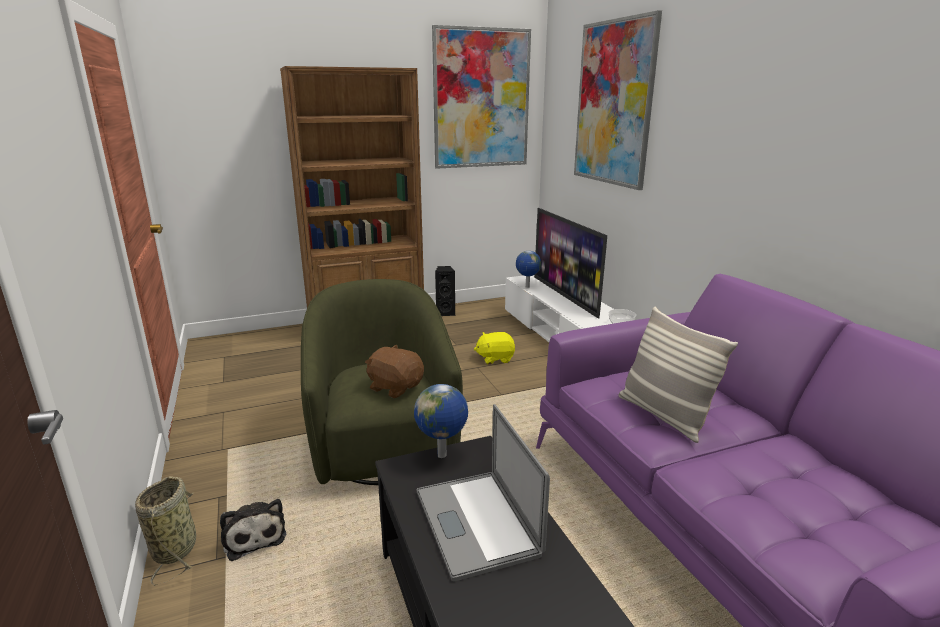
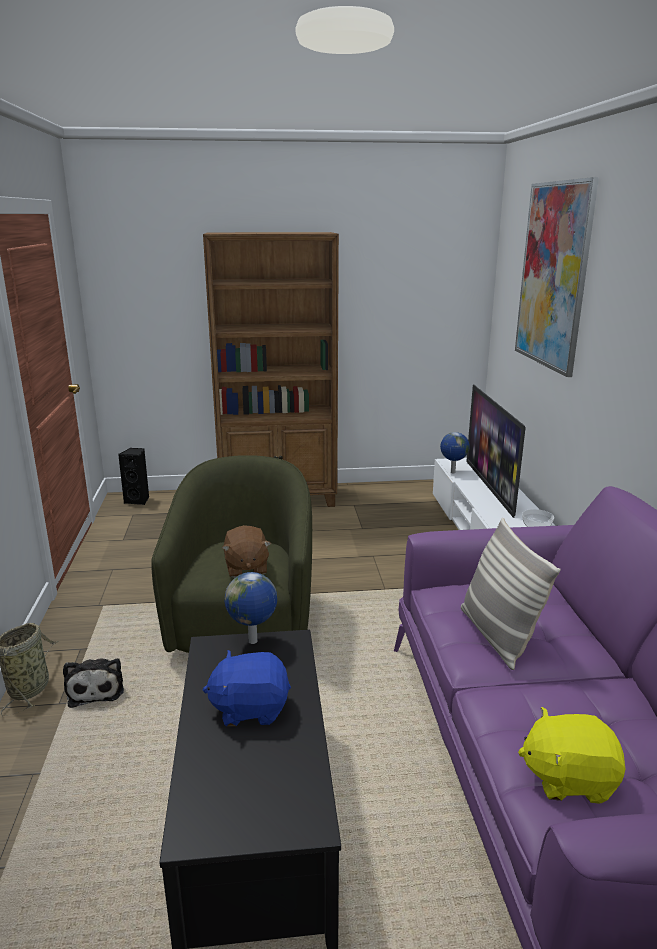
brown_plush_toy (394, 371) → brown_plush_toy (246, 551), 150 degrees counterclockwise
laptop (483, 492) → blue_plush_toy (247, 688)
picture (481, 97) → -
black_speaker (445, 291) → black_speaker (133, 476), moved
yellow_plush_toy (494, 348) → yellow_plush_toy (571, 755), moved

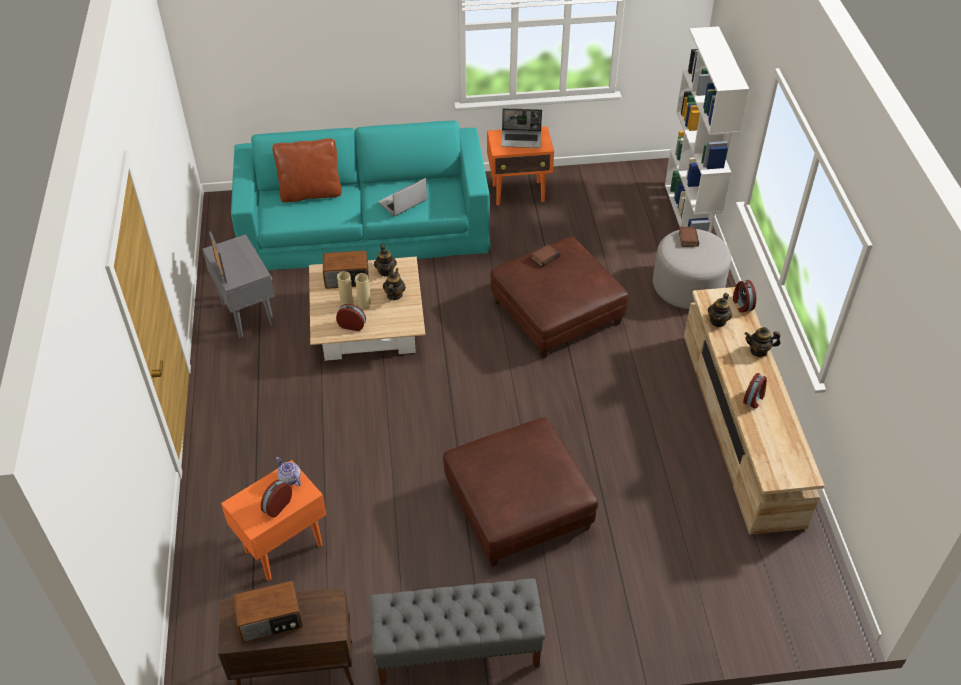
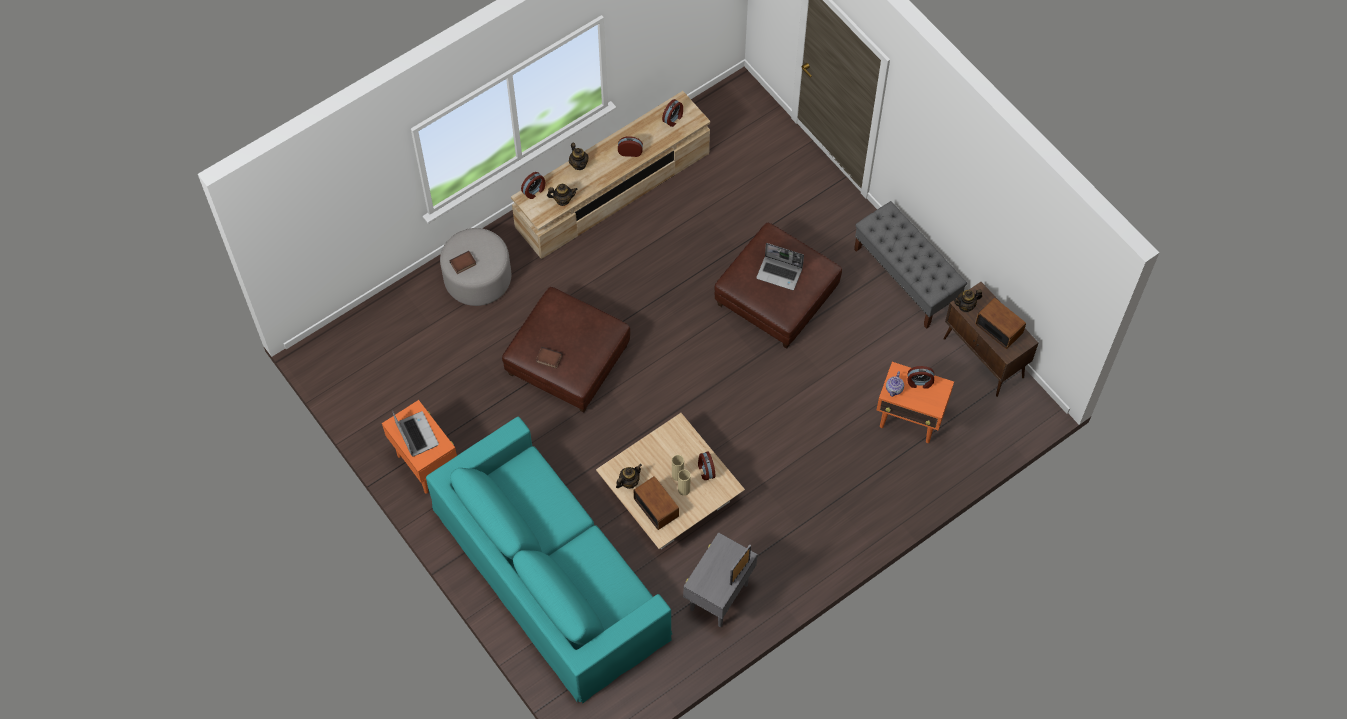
brown_pillow (307, 170) → -
laptop (402, 197) → laptop (780, 266), moved
teapot (394, 284) → teapot (968, 300), moved
white_bookcase (707, 129) → -
- → alarm_clock (672, 113)

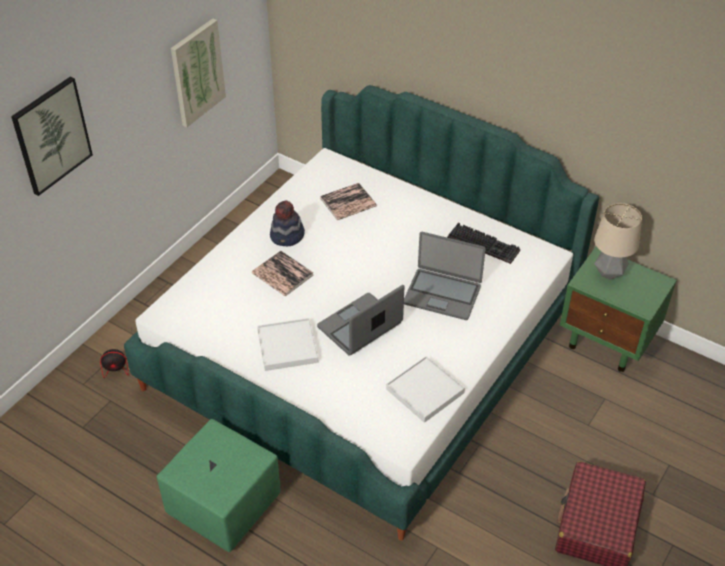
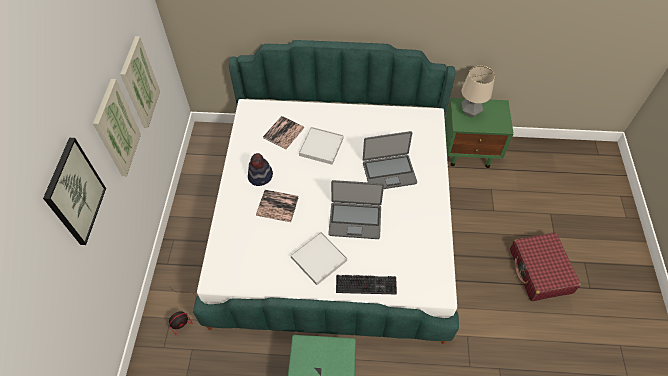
laptop (360, 320) → laptop (356, 209), 105 degrees counterclockwise
white_tray (425, 389) → white_tray (321, 146), moved
keyboard (483, 243) → keyboard (366, 285), moved
- → picture (117, 127)

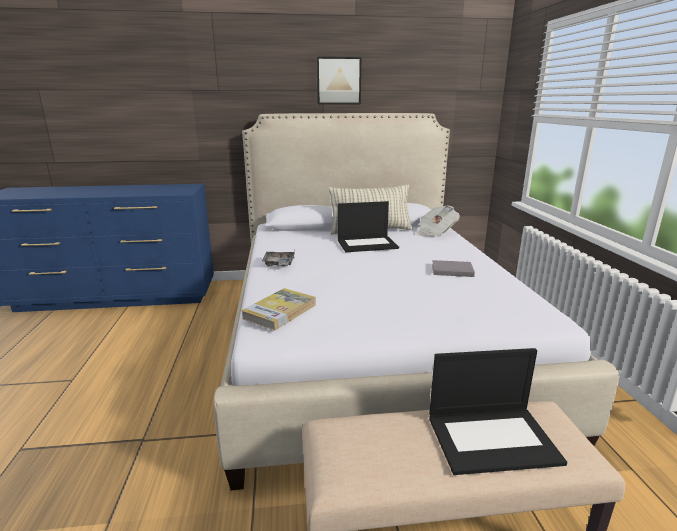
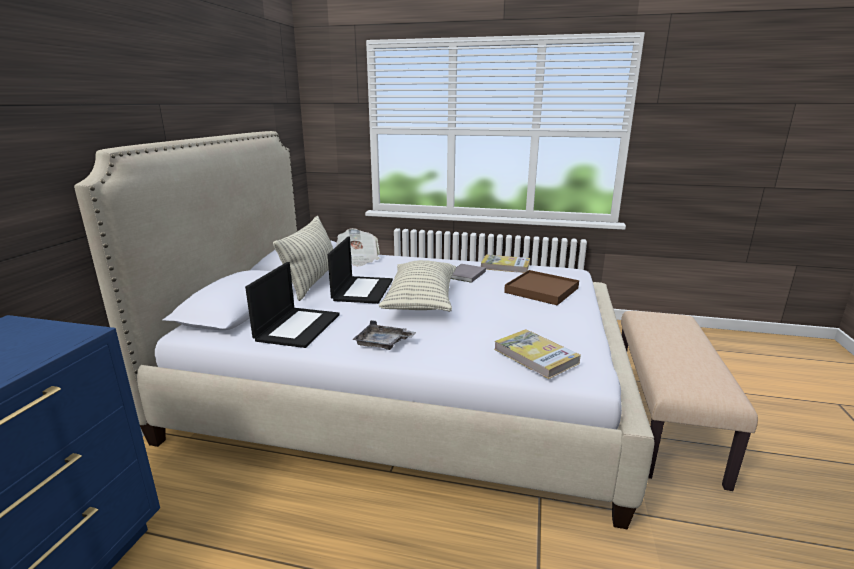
picture (339, 80) → -
laptop (498, 411) → laptop (292, 305), moved
- → pillow (417, 286)
- → book (505, 264)
- → brown_tray (541, 287)

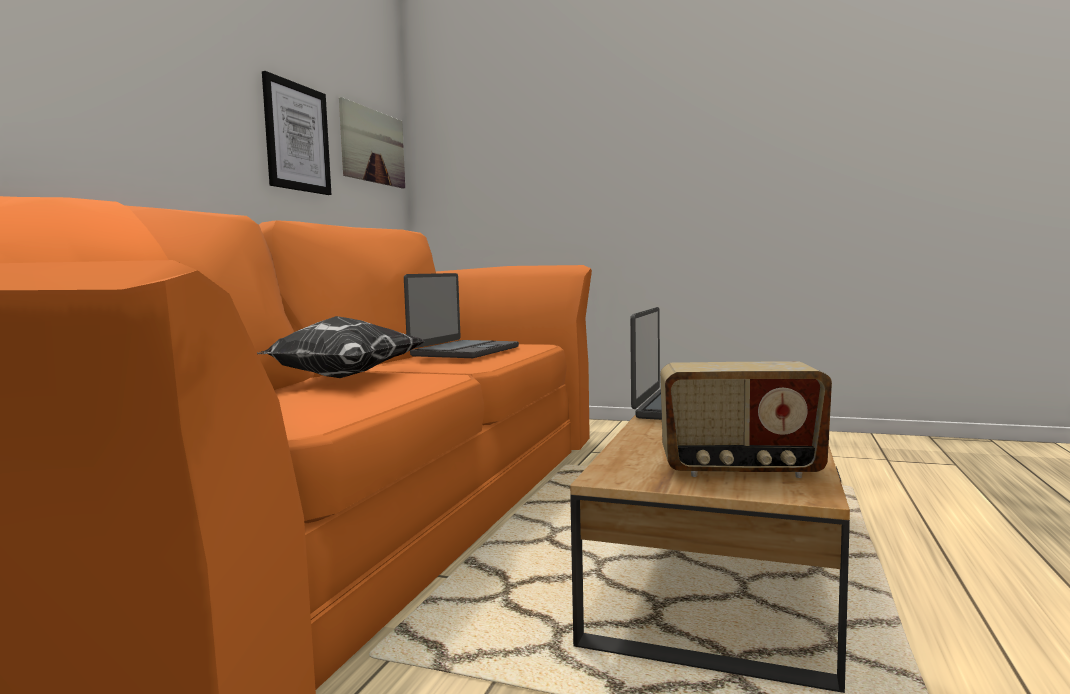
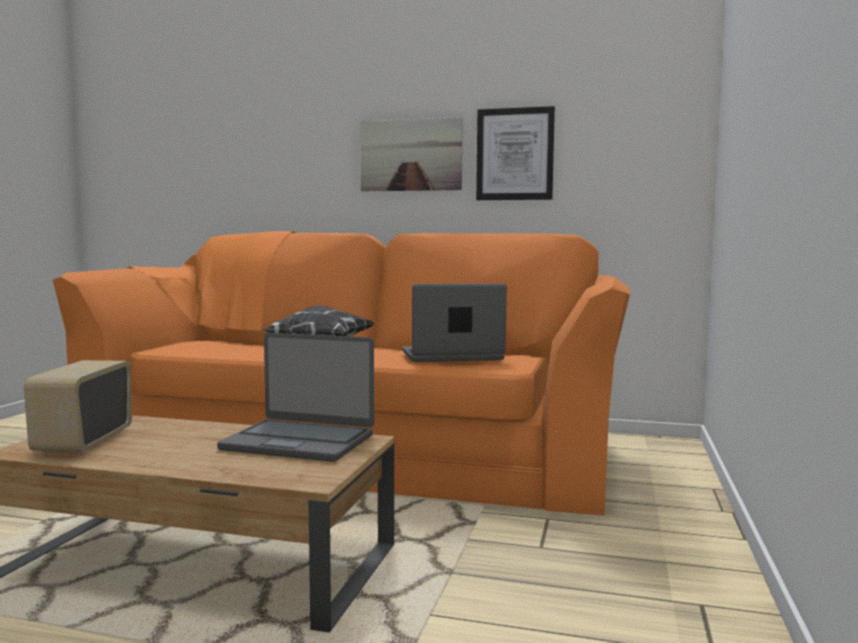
picture (372, 143) → picture (411, 154), moved
laptop (461, 315) → laptop (454, 322), 150 degrees clockwise

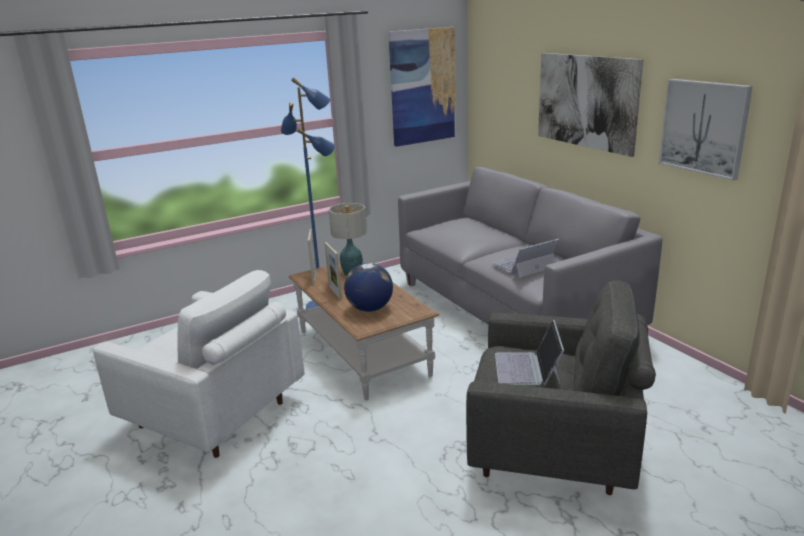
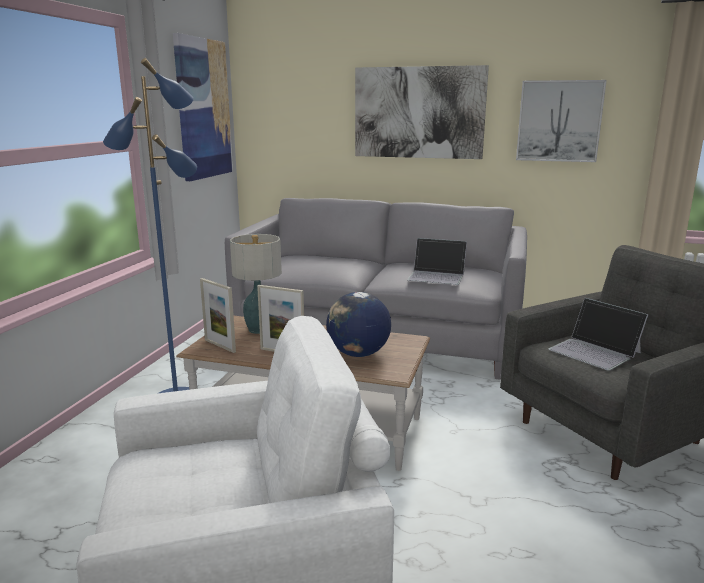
laptop (525, 258) → laptop (437, 261), 90 degrees counterclockwise

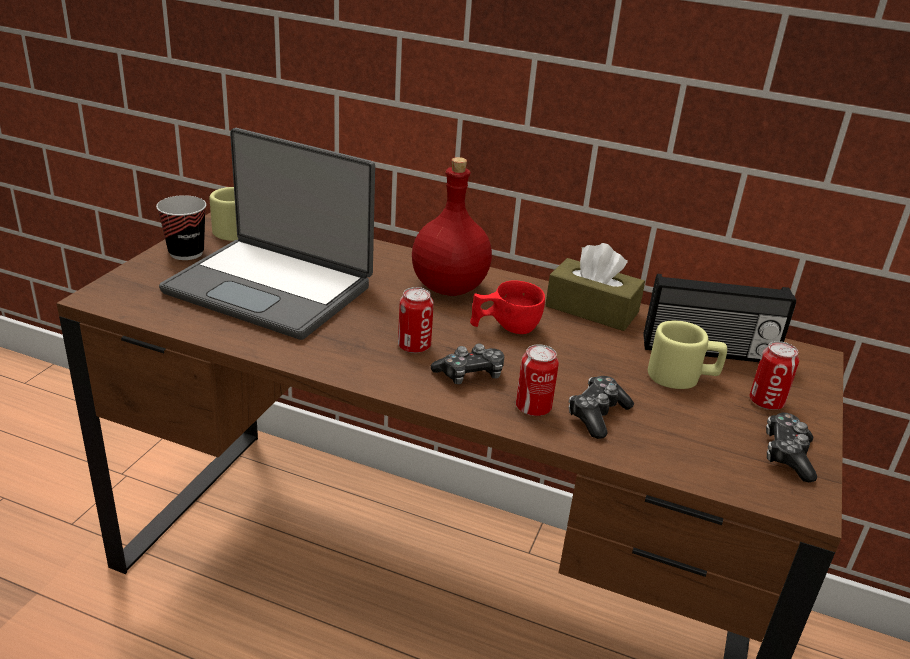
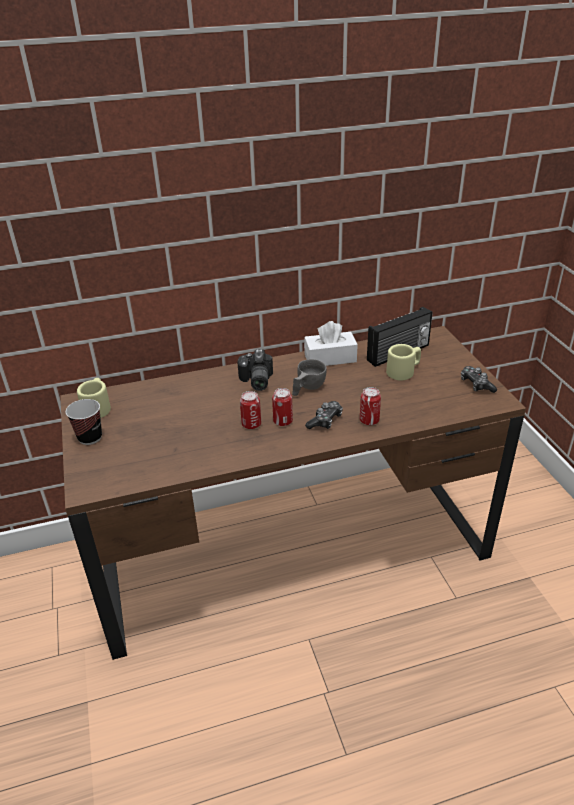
laptop (267, 234) → -
red_bottle (452, 226) → photo_camera (255, 370)
red_cup (507, 307) → grey_cup (309, 377)
brown_tissue_box (595, 287) → white_tissue_box (331, 343)
game_controller (601, 407) → -
can (774, 375) → can (250, 410), moved

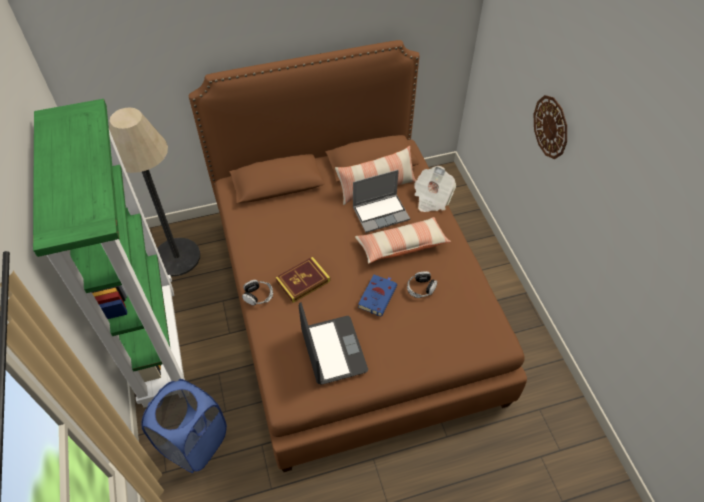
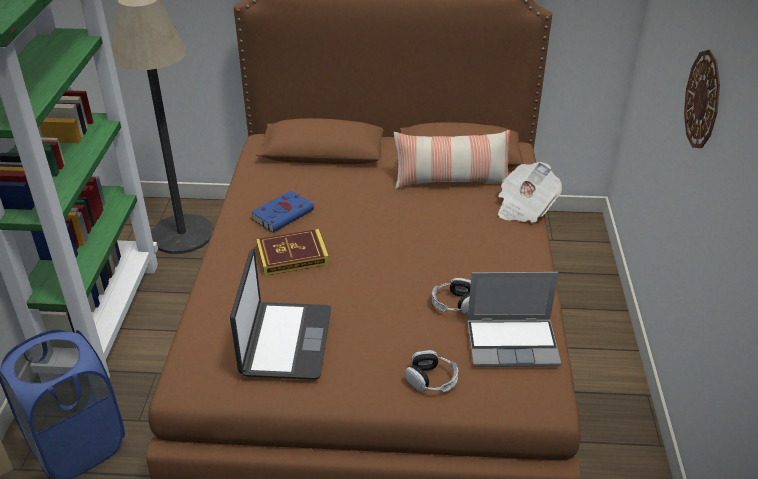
headphones (257, 292) → headphones (431, 371), moved
laptop (381, 201) → laptop (514, 319), moved
pillow (403, 240) → -
blue_book (377, 295) → blue_book (282, 212), moved

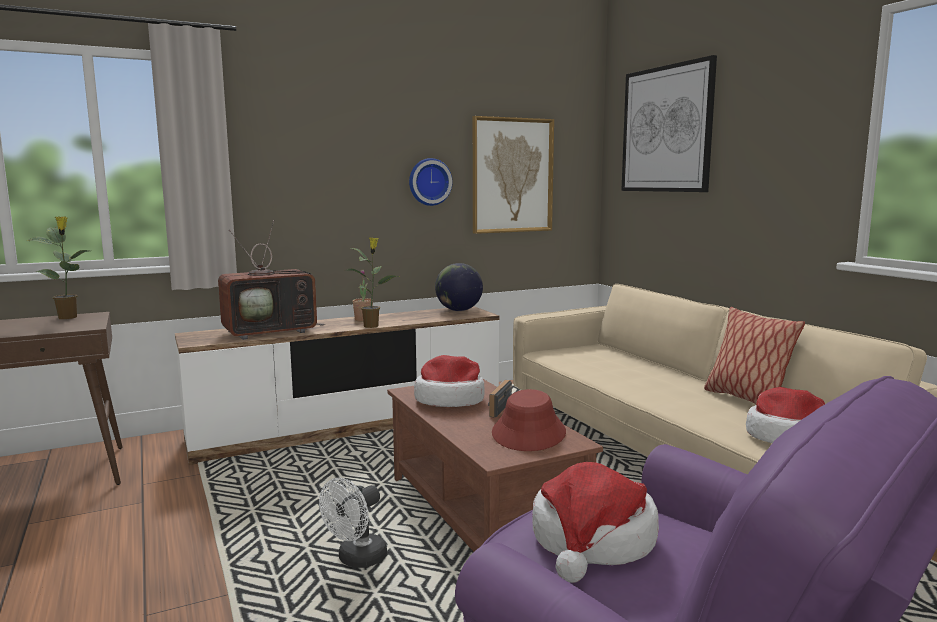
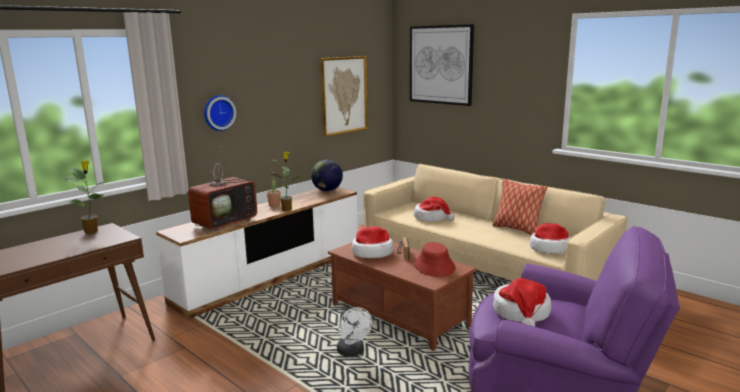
white_fan (353, 523) → white_fan (354, 332), 45 degrees counterclockwise
wall_clock (431, 182) → wall_clock (220, 113), moved
- → hat (434, 209)

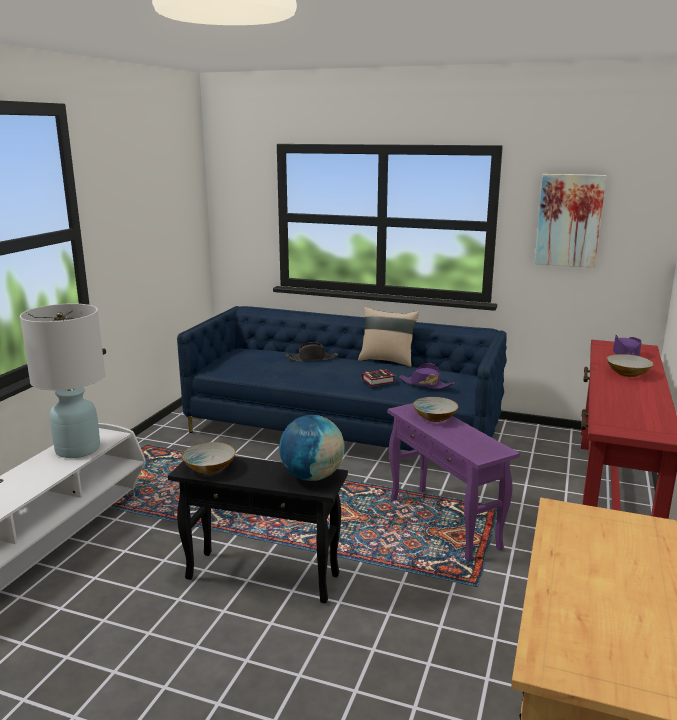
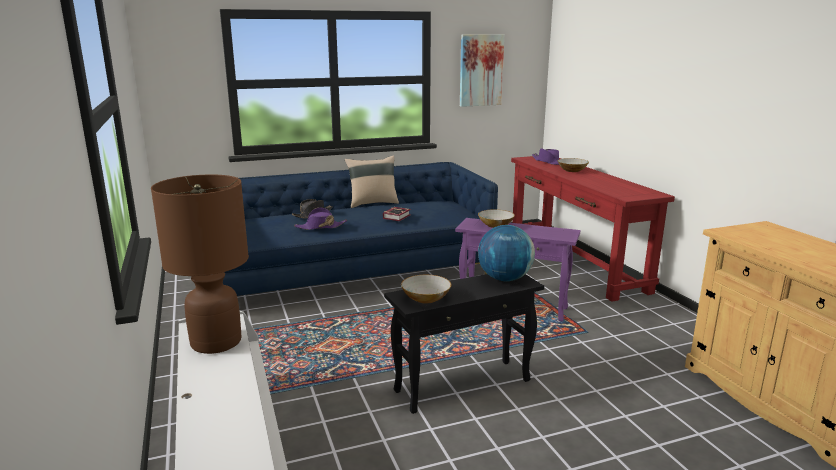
white_table_lamp (62, 381) → brown_table_lamp (200, 264)
purple_hat (427, 376) → purple_hat (320, 218), moved

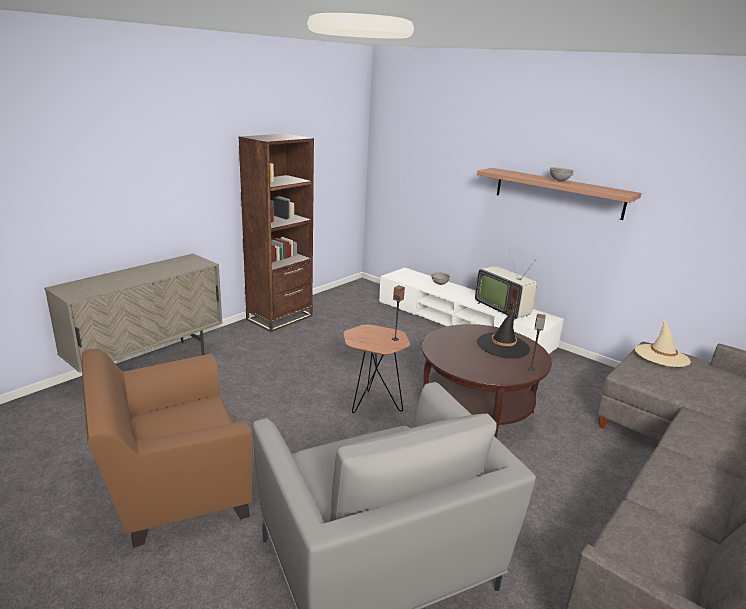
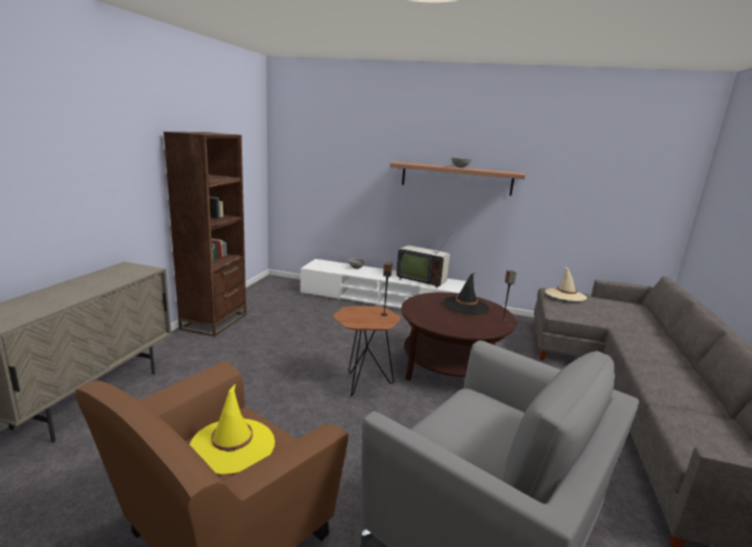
- → yellow_hat (232, 428)

